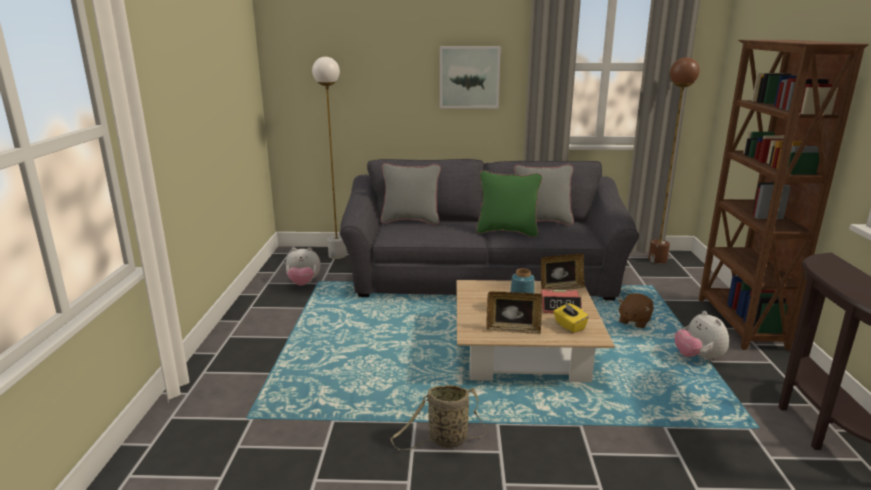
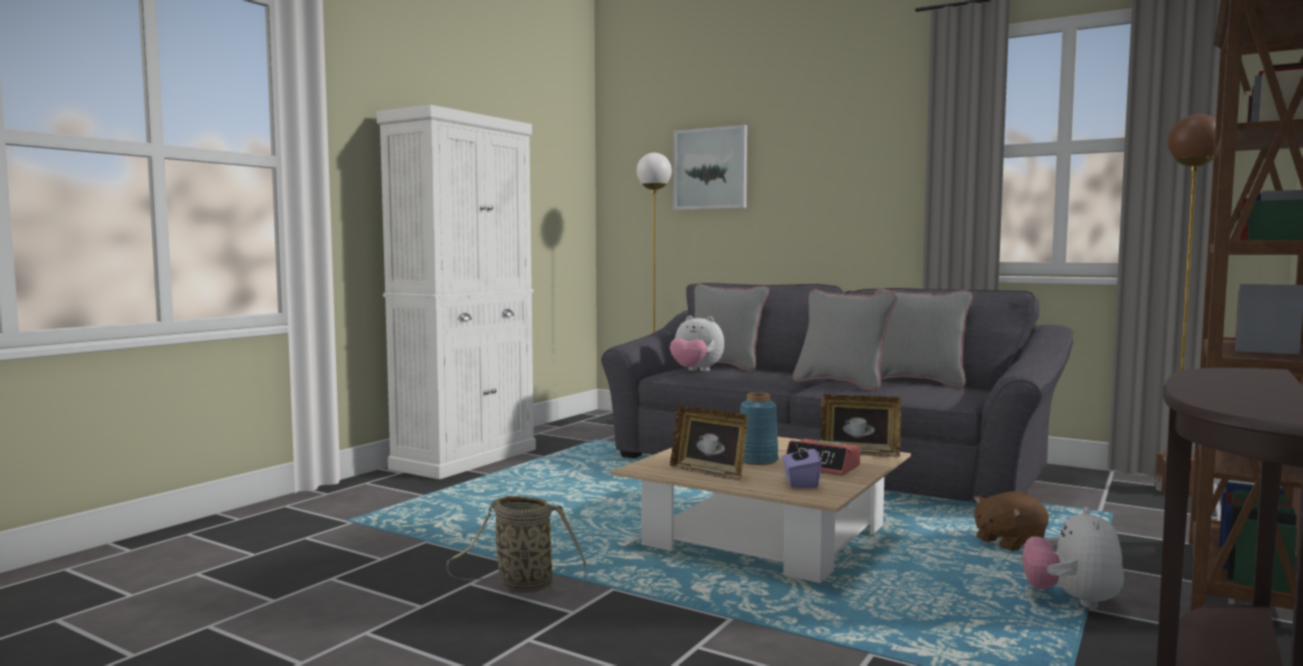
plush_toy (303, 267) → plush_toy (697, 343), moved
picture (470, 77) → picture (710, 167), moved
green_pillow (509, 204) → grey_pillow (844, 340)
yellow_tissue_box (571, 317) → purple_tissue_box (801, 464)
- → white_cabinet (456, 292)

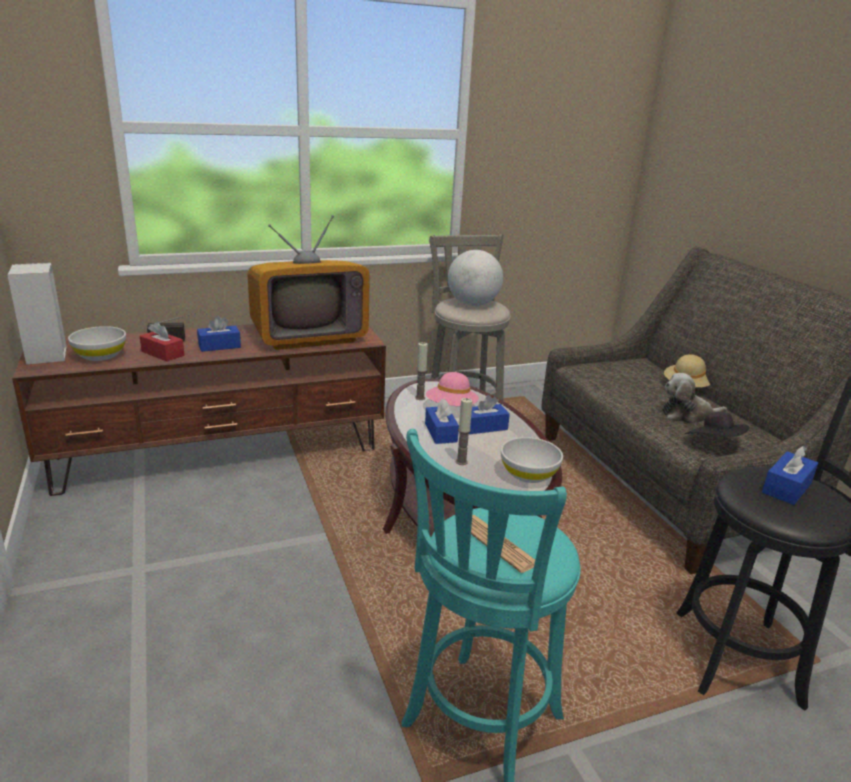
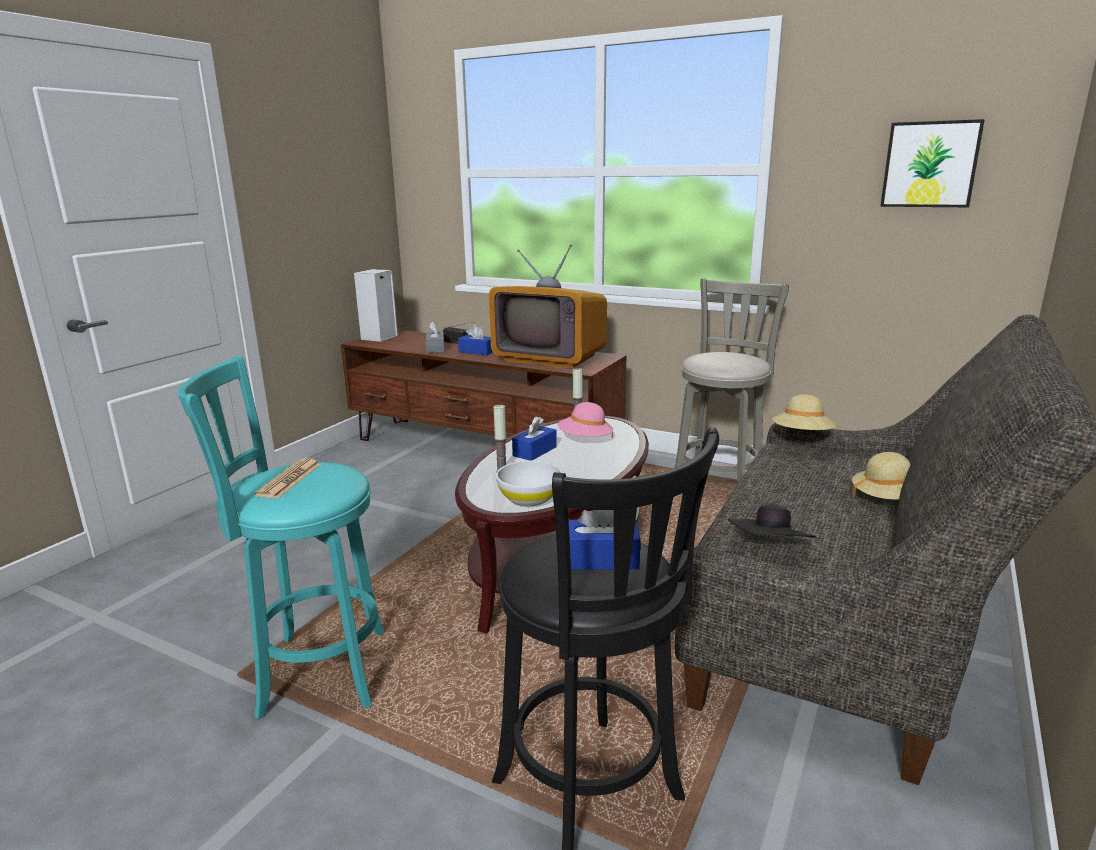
white_bowl (97, 343) → -
red_tissue_box (162, 342) → grey_tissue_box (435, 337)
globe (475, 278) → -
blue_tissue_box (489, 414) → -
plush_toy (694, 398) → -
- → beige_hat (804, 412)
- → picture (932, 163)

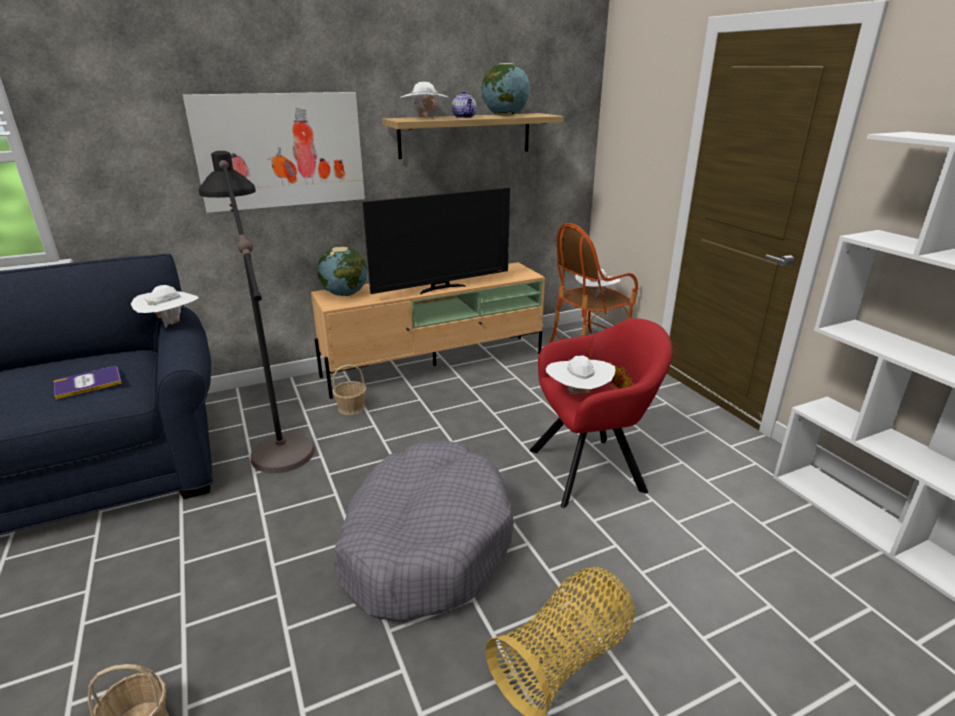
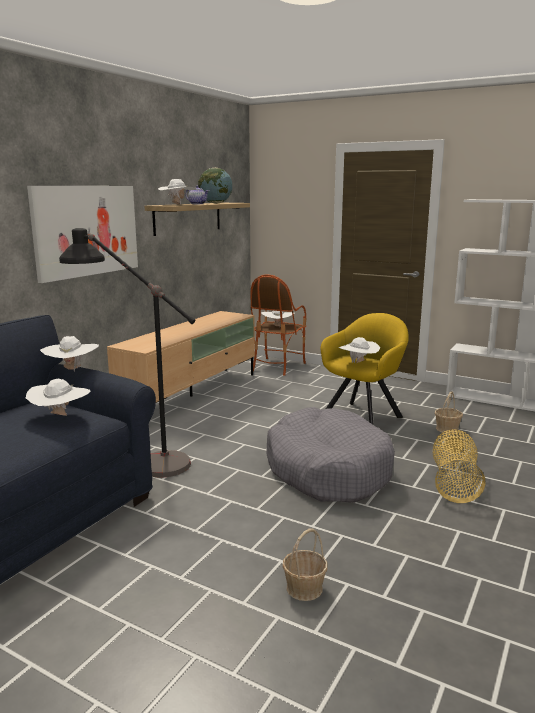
book (88, 382) → white_hat (58, 397)
globe (342, 271) → -
basket (349, 390) → basket (449, 412), moved
television (436, 240) → -
red_armchair (601, 413) → yellow_armchair (365, 369)

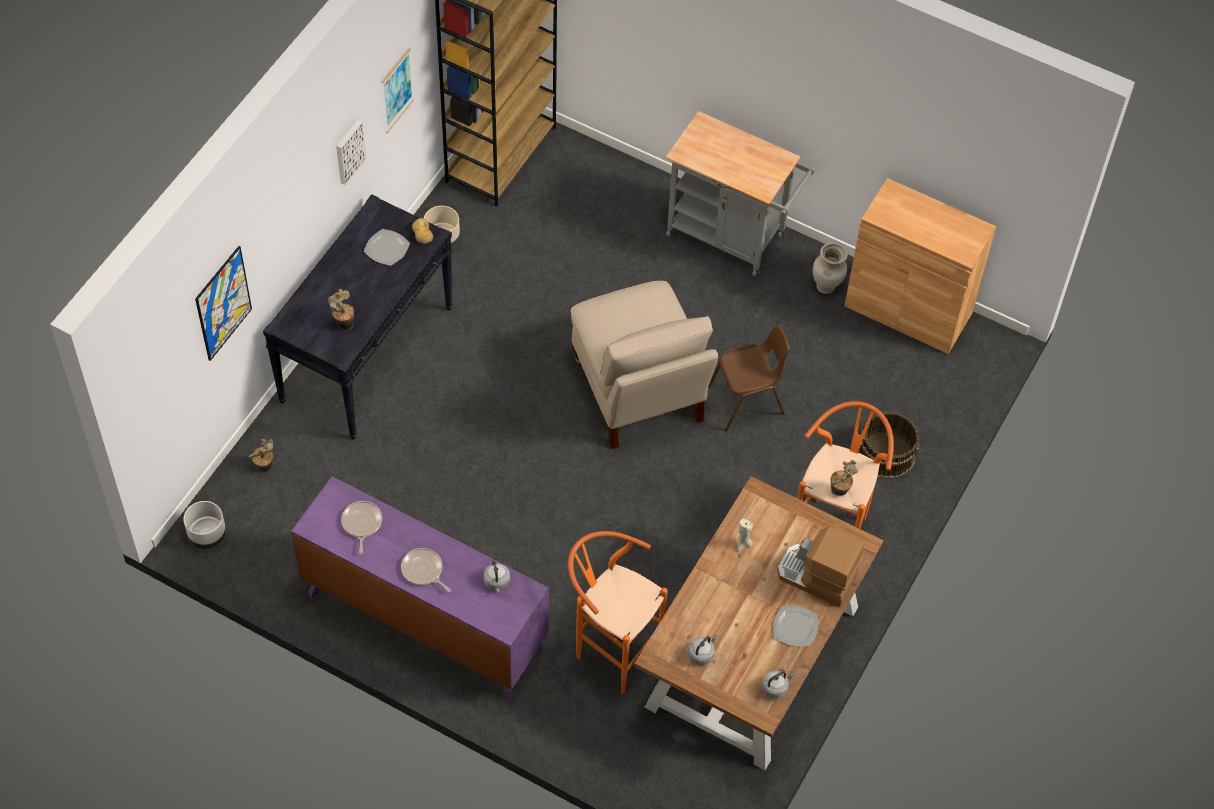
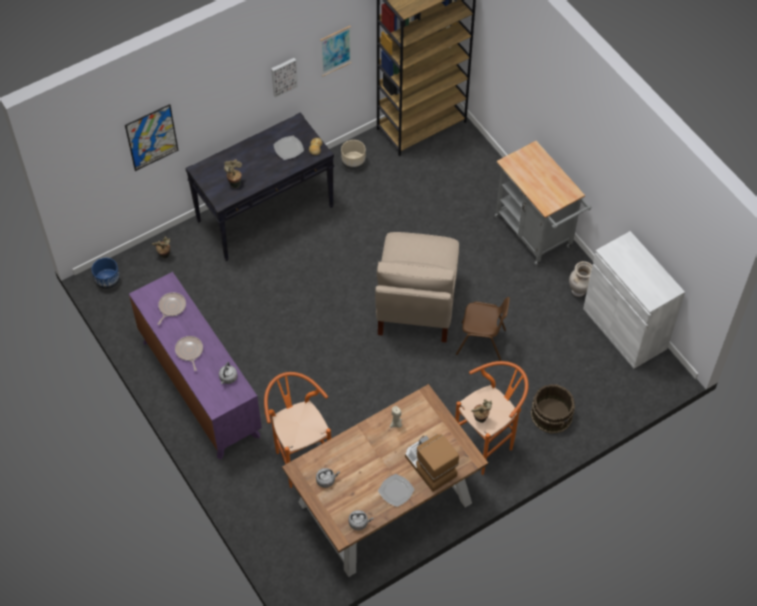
grey_planter (205, 525) → blue_planter (106, 274)
brown_cabinet (920, 266) → white_cabinet (634, 300)

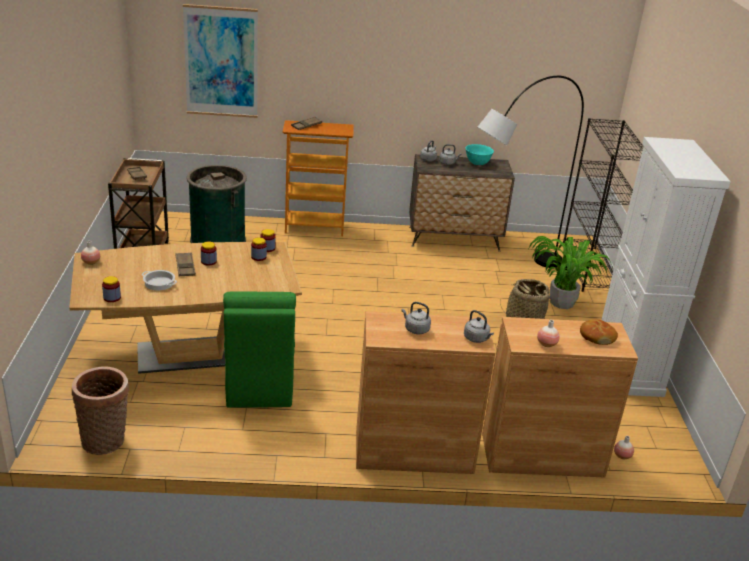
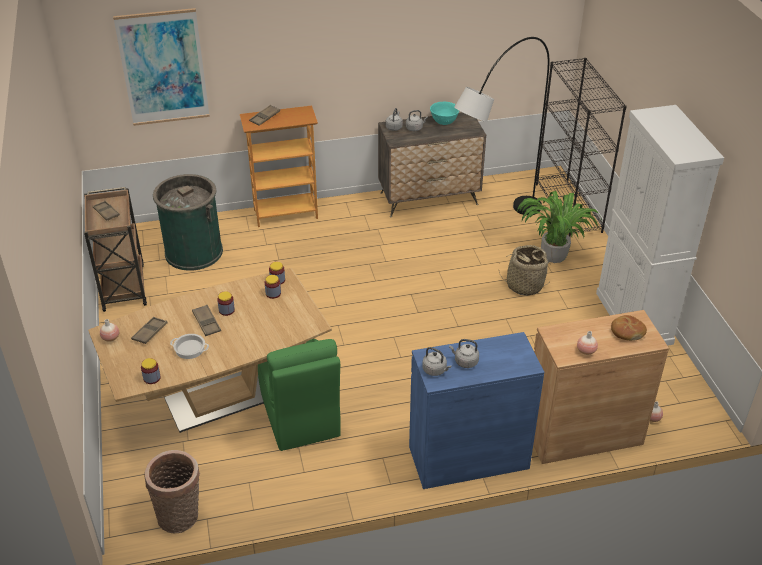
brown_cabinet (425, 392) → blue_cabinet (476, 410)
grey_kettle (479, 326) → grey_kettle (437, 361), moved
- → brown_tray (149, 330)

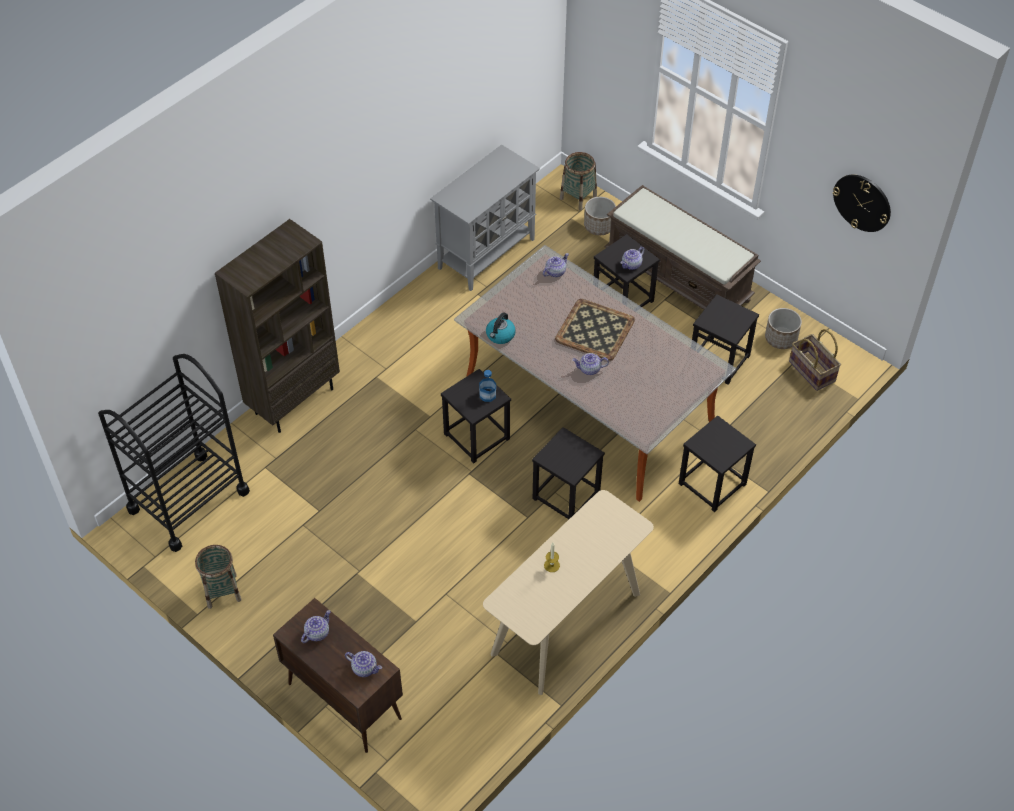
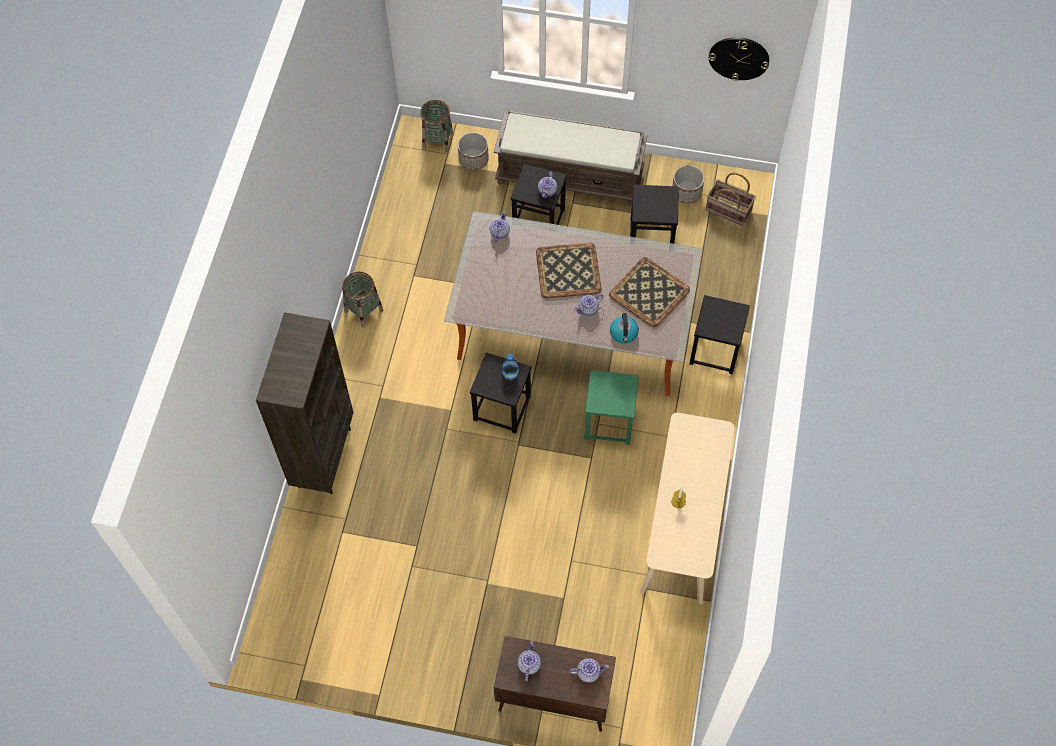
black_cart (174, 453) → -
basket (218, 577) → basket (362, 300), moved
grey_cabinet (485, 218) → -
kettle (501, 328) → kettle (624, 328), moved
black_stool (568, 473) → green_stool (611, 407)
- → tray (649, 292)

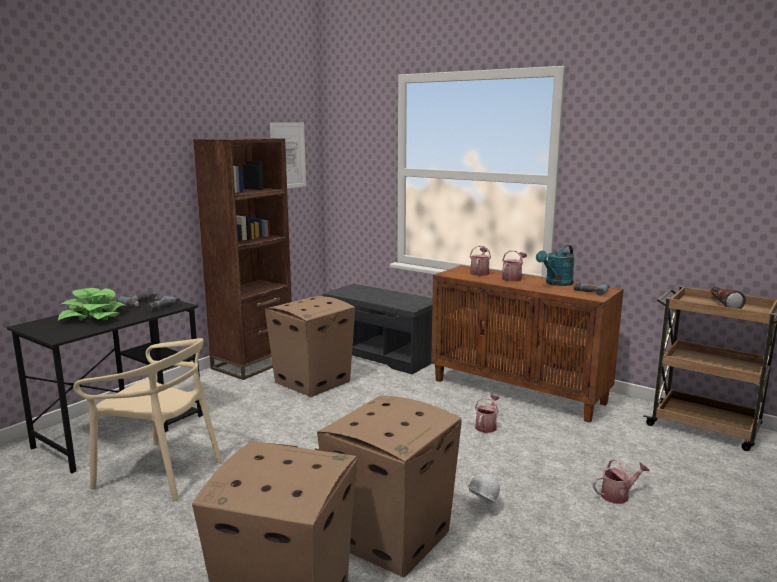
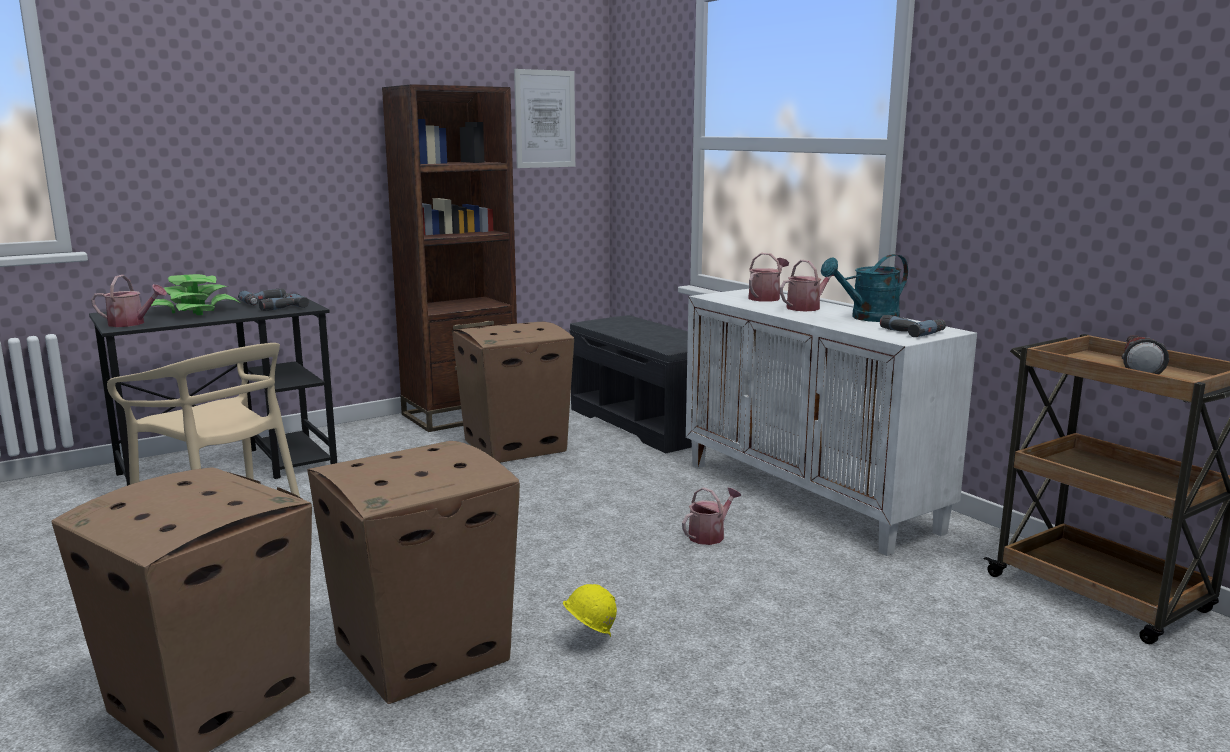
brown_cabinet (527, 344) → white_cabinet (831, 422)
white_hard_hat (483, 488) → yellow_hard_hat (590, 610)
watering_can (621, 481) → watering_can (129, 301), moved

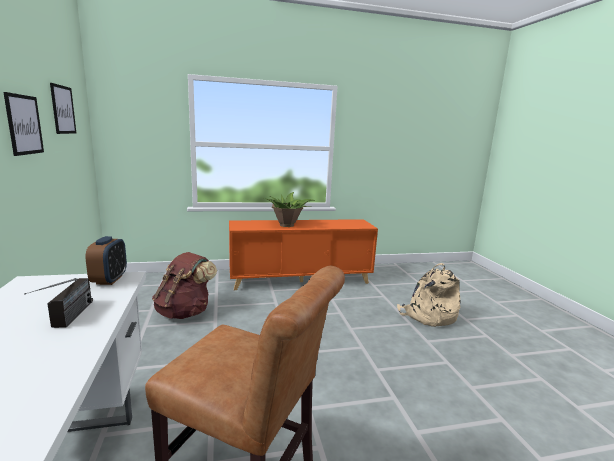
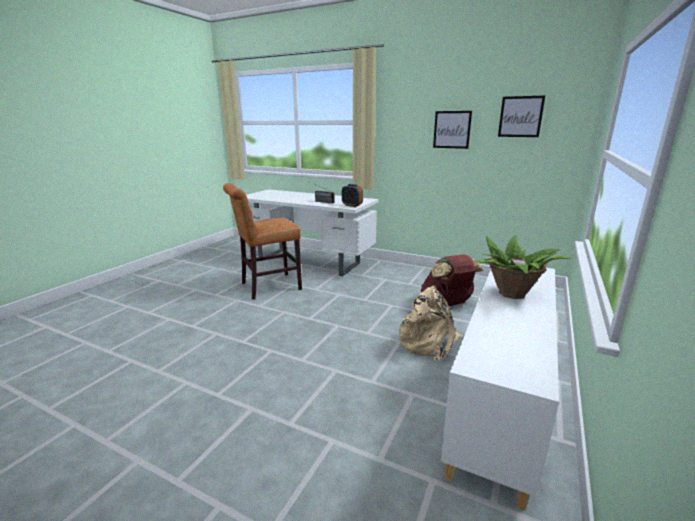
orange_cabinet (303, 254) → white_cabinet (500, 389)
beige_backpack (429, 295) → beige_backpack (431, 323), moved

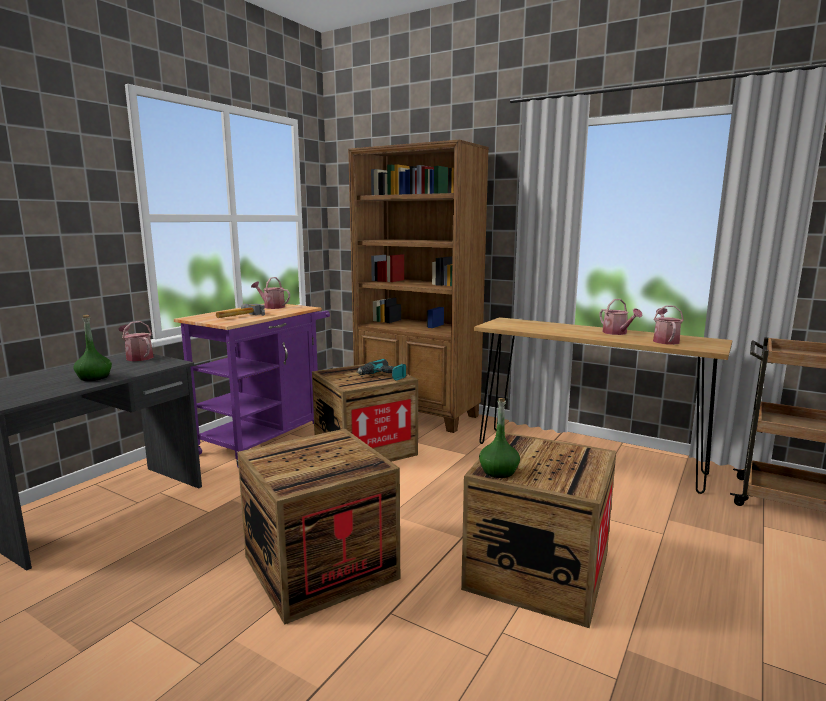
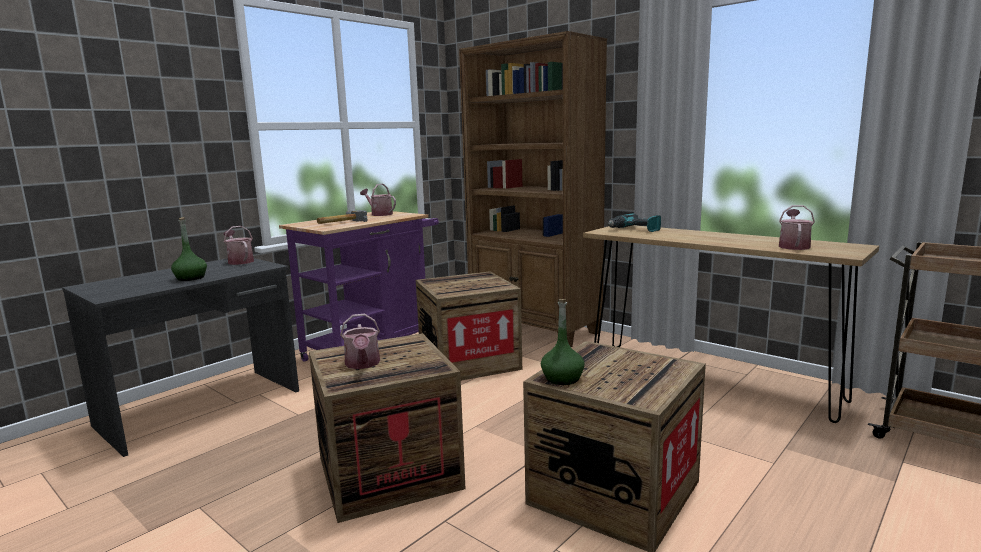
power_drill (381, 370) → power_drill (634, 222), moved
watering_can (620, 317) → watering_can (360, 341), moved

